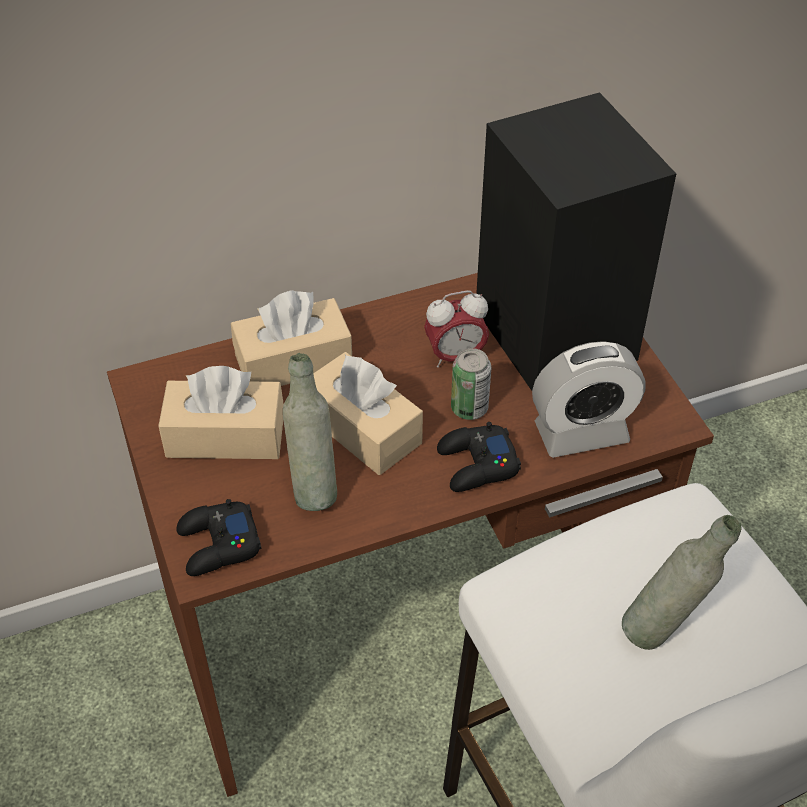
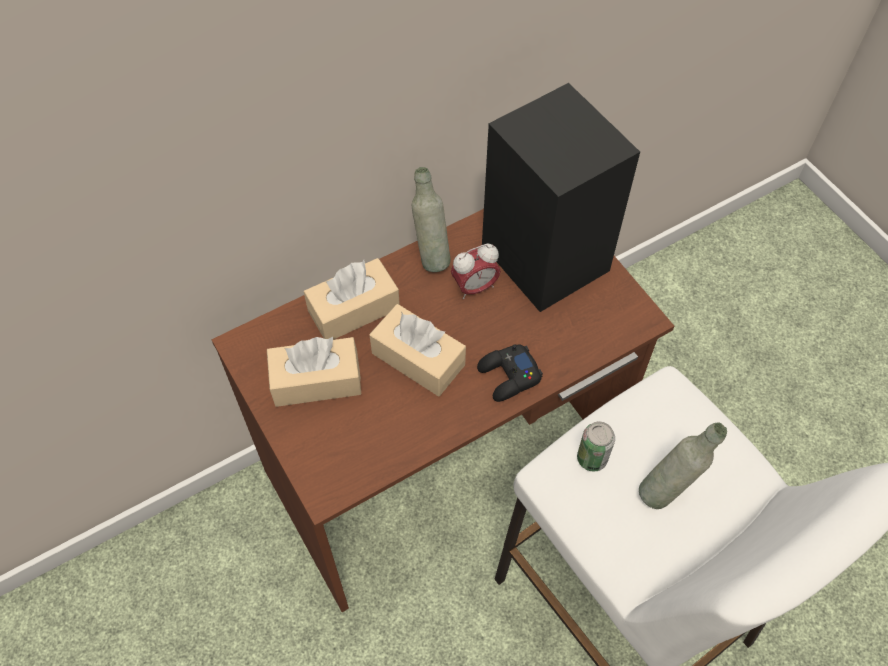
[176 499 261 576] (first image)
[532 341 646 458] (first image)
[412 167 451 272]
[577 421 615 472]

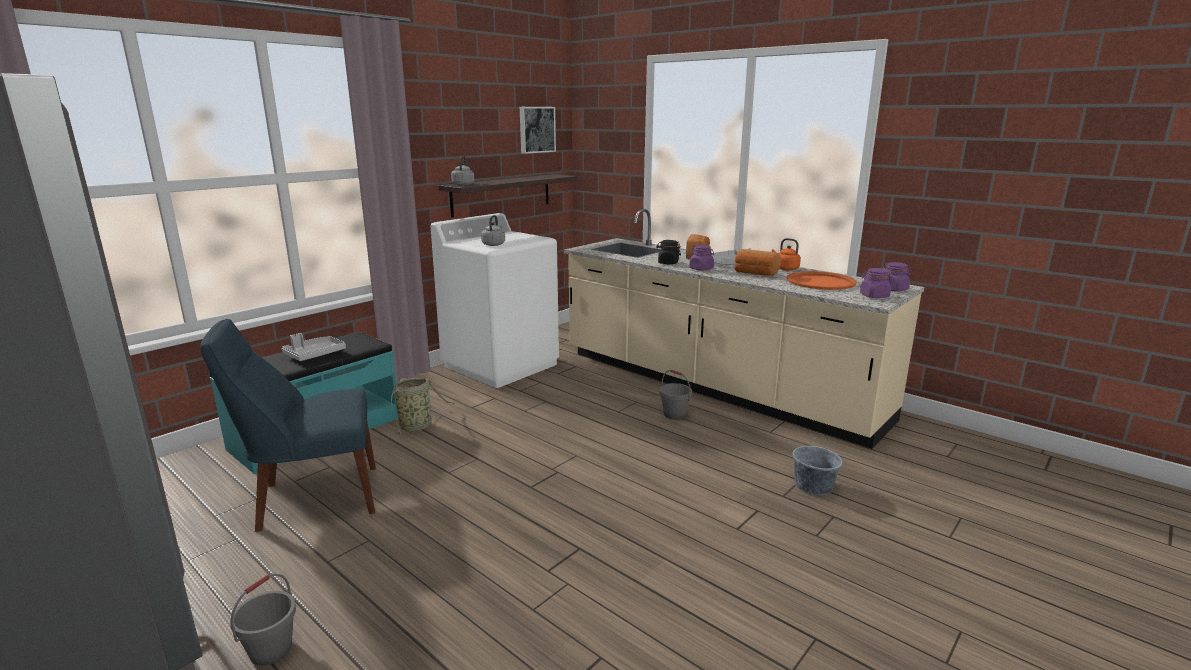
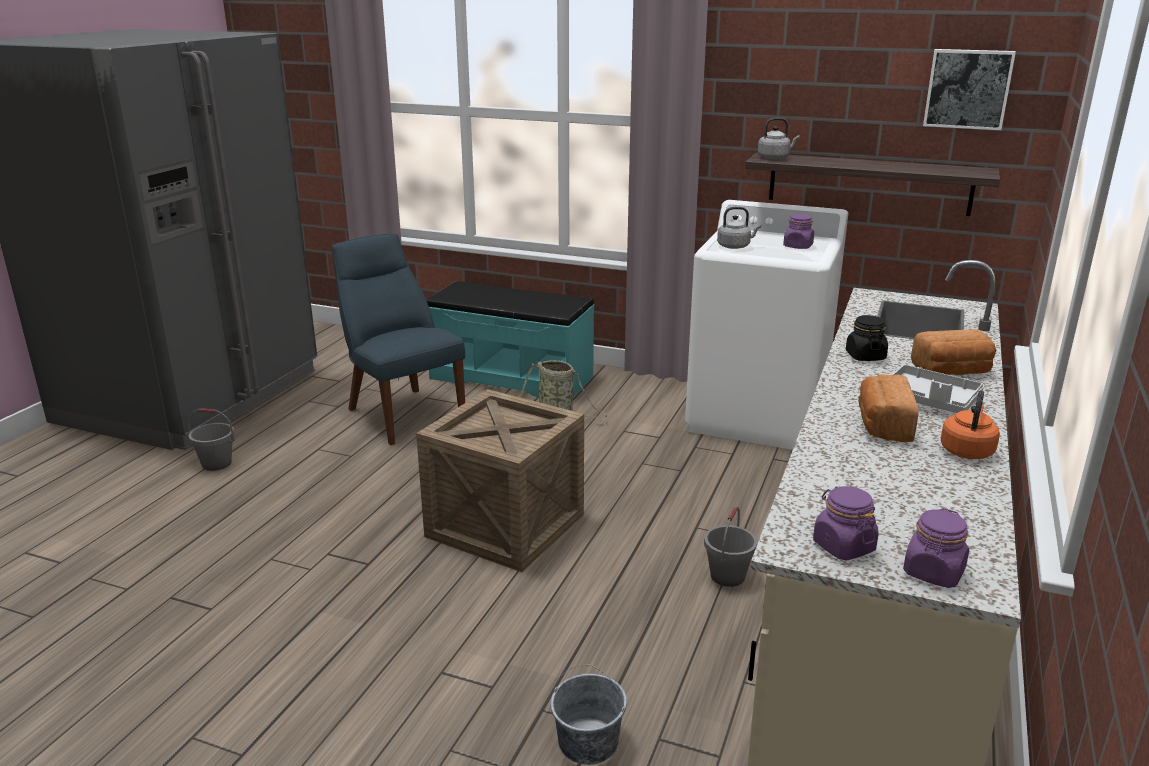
[282 333 346 361] (first image)
[786 271 857 290] (first image)
[416 389 584 572]
[783 214 814 249]

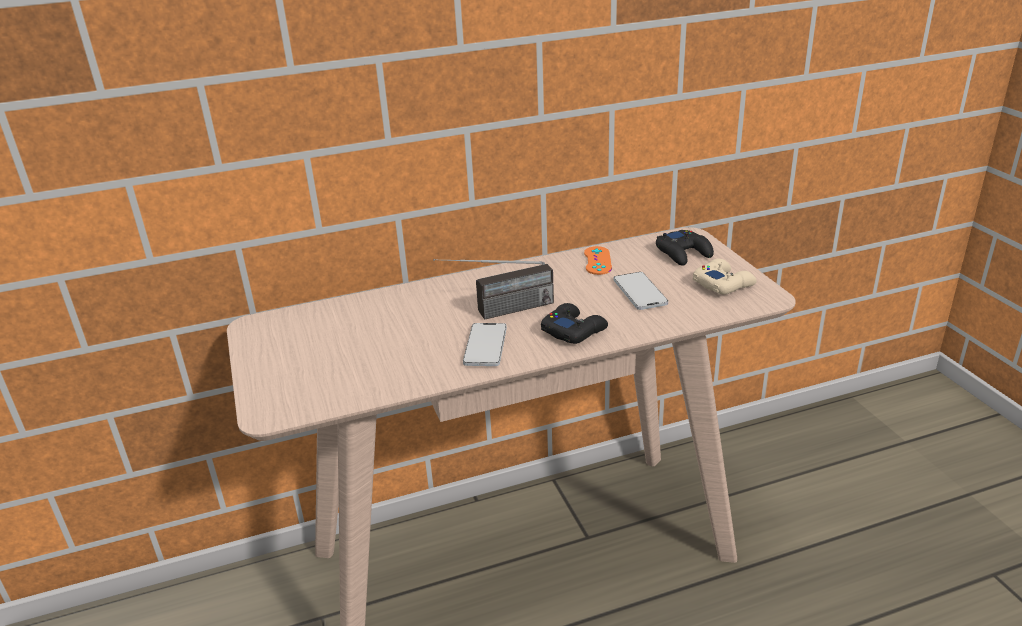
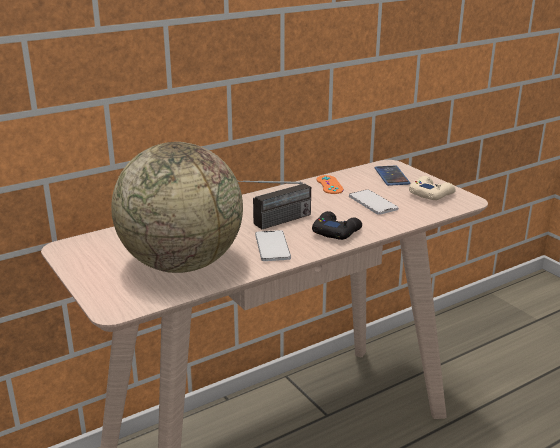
[111 142 243 273]
[375 165 410 186]

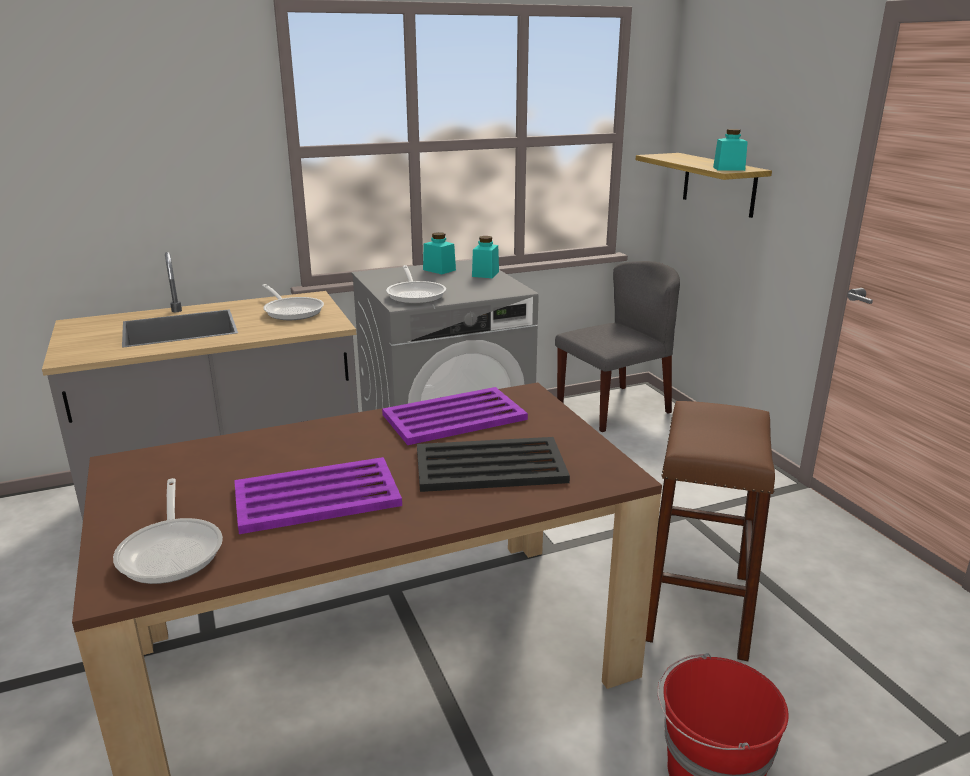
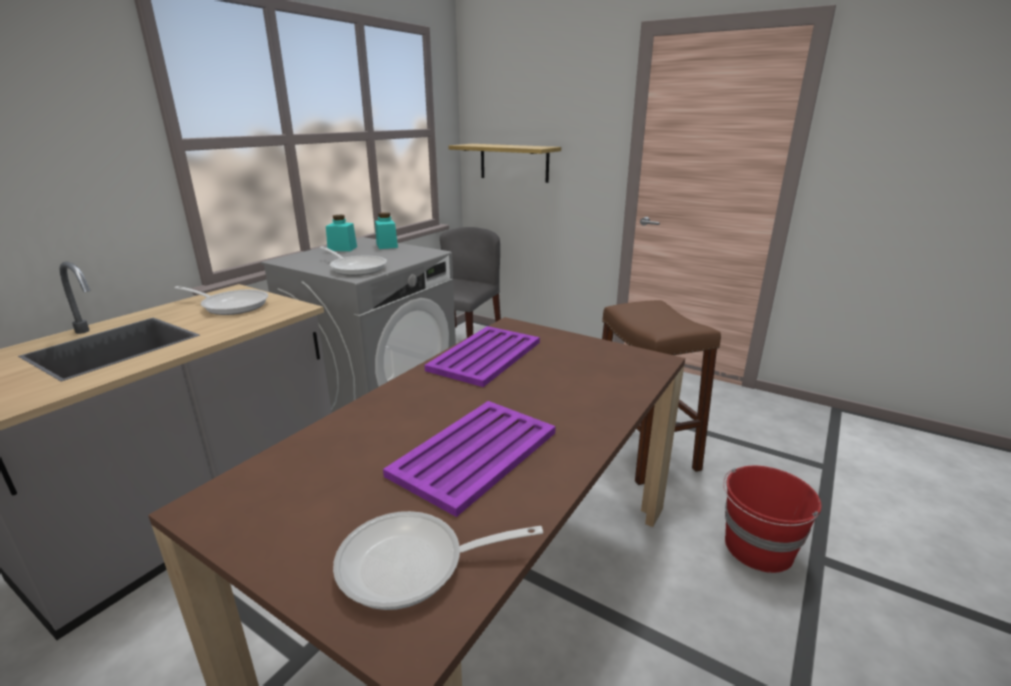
[417 437 570 492] (first image)
[713 129 748 171] (first image)
[333 511 543 610]

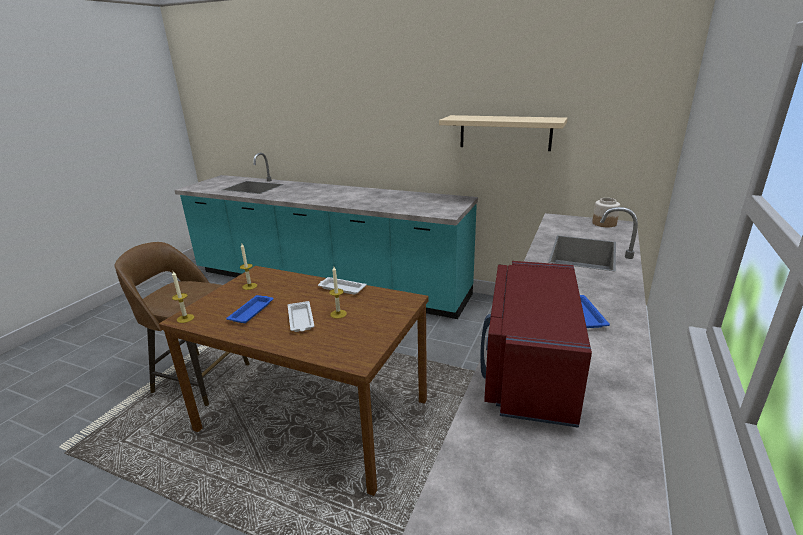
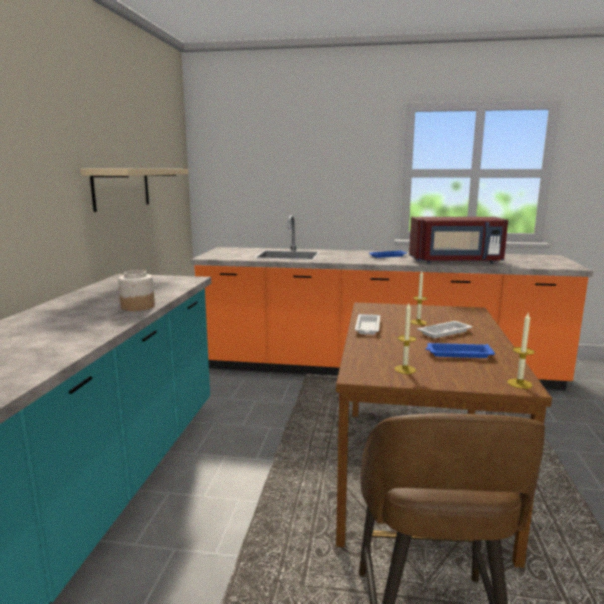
[118 270 155 311]

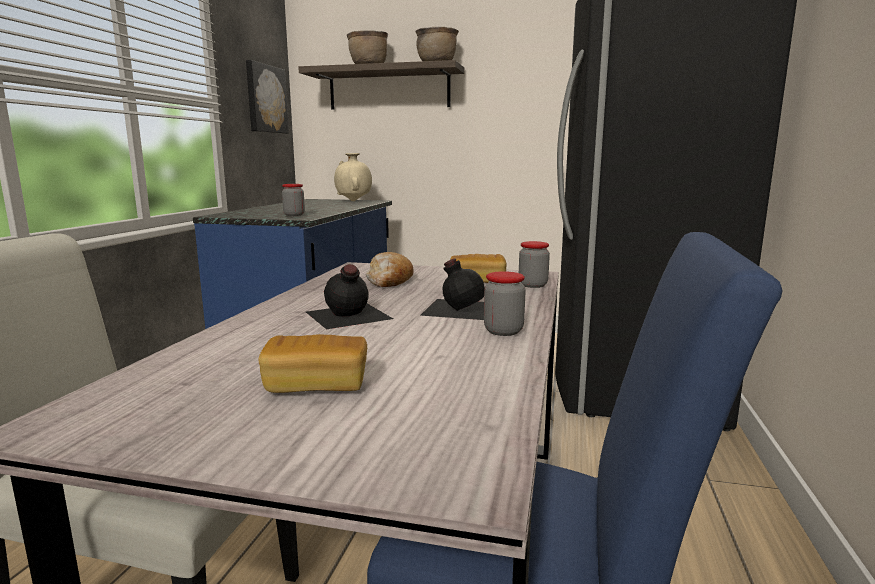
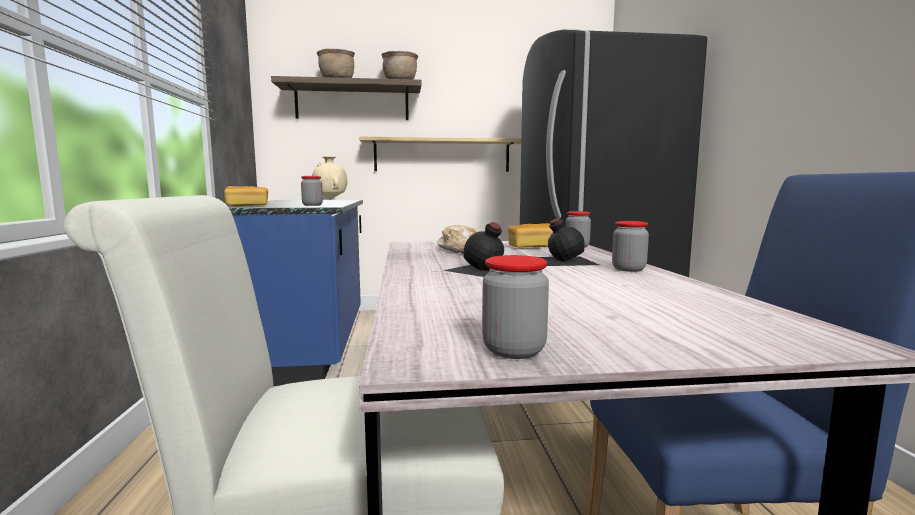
[246 60 289 134] (first image)
[359 137 521 172]
[482 255 549 359]
[224 186 268 206]

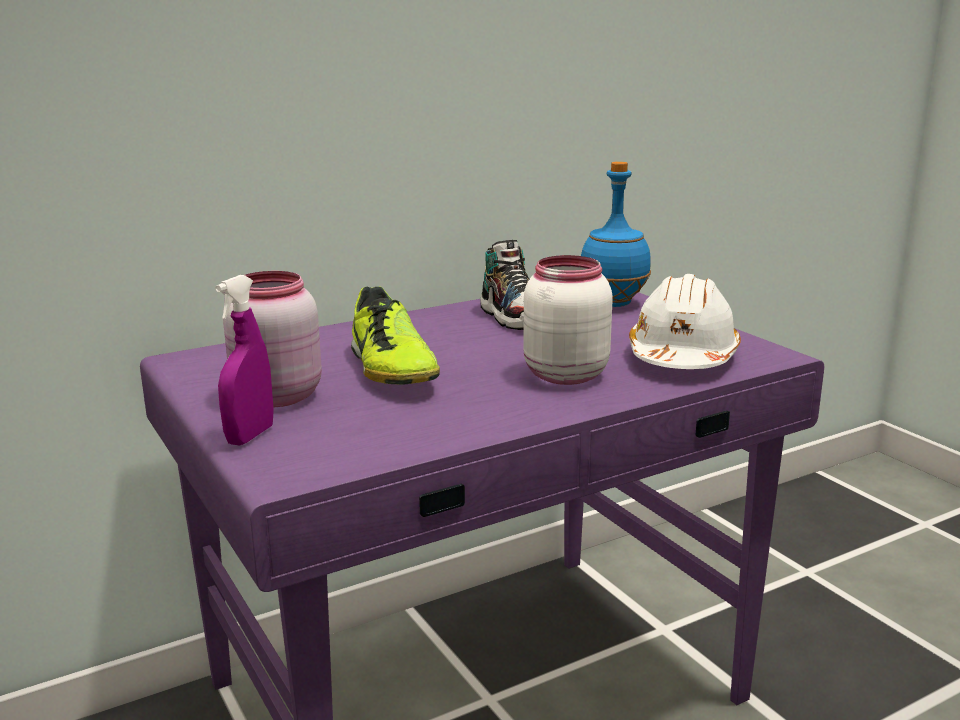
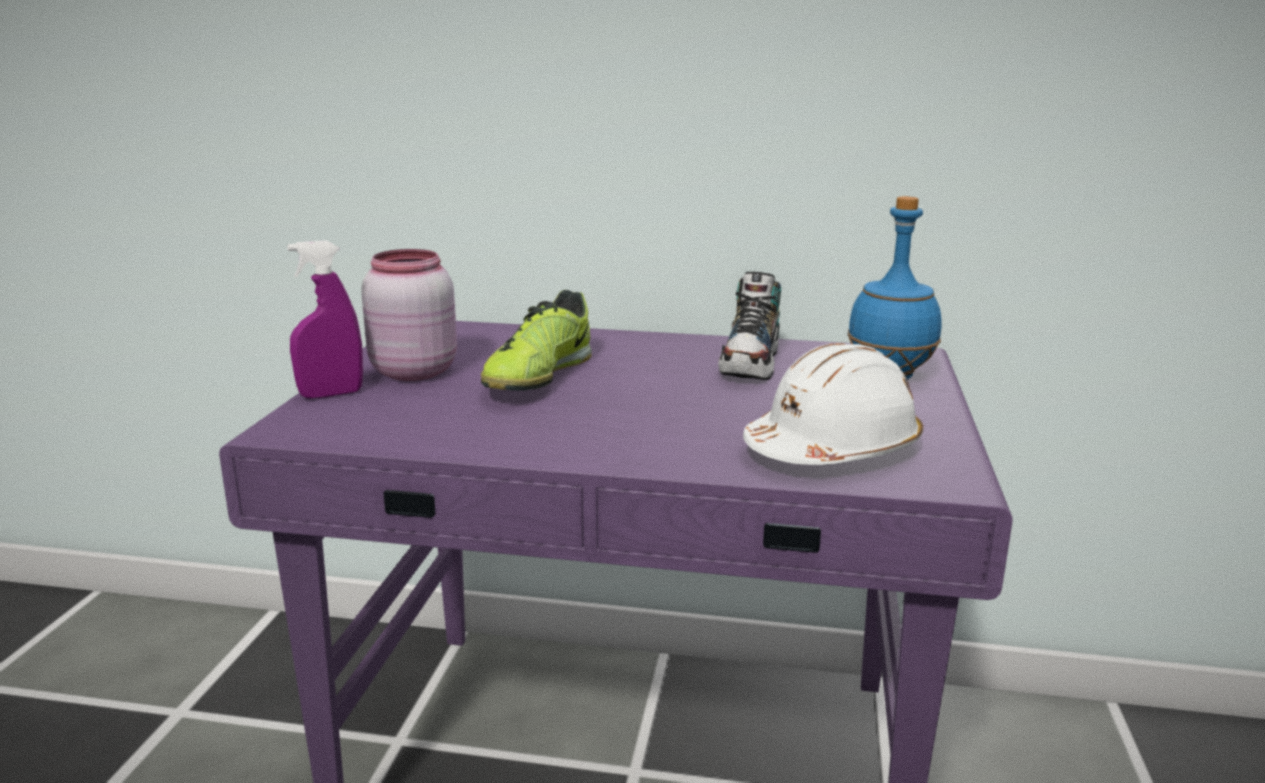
[523 255 613 385] (first image)

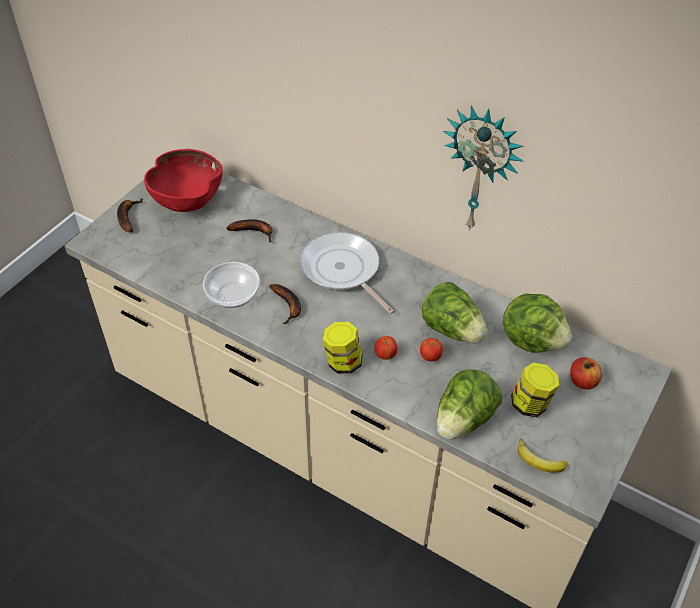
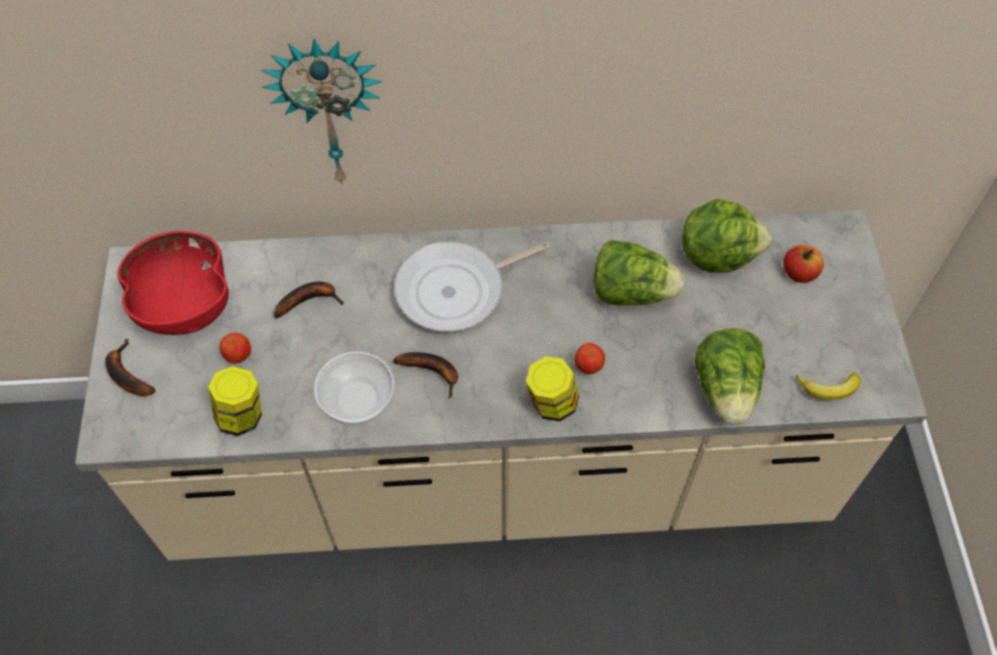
[220 333 251 363]
[261 39 382 185]
[208 366 262 436]
[394 241 550 332]

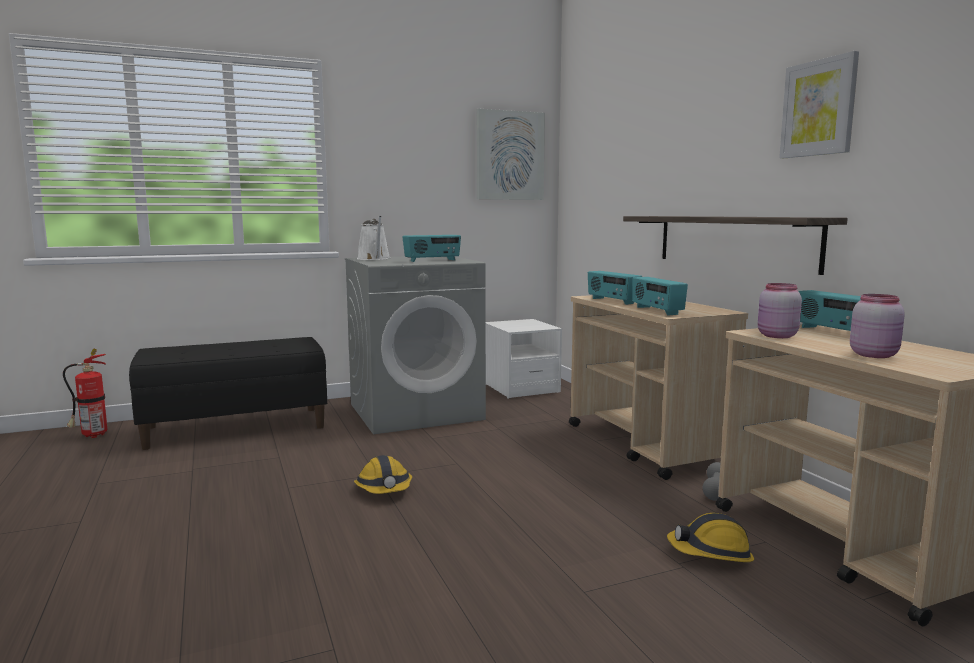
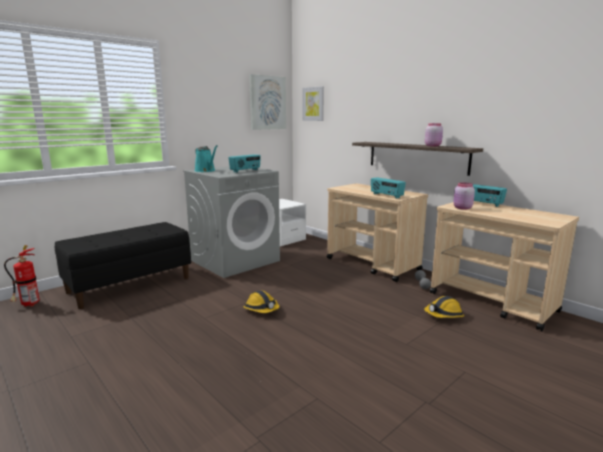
[588 271 642 305] (first image)
[303 86 324 121]
[425 123 443 146]
[194 145 217 172]

